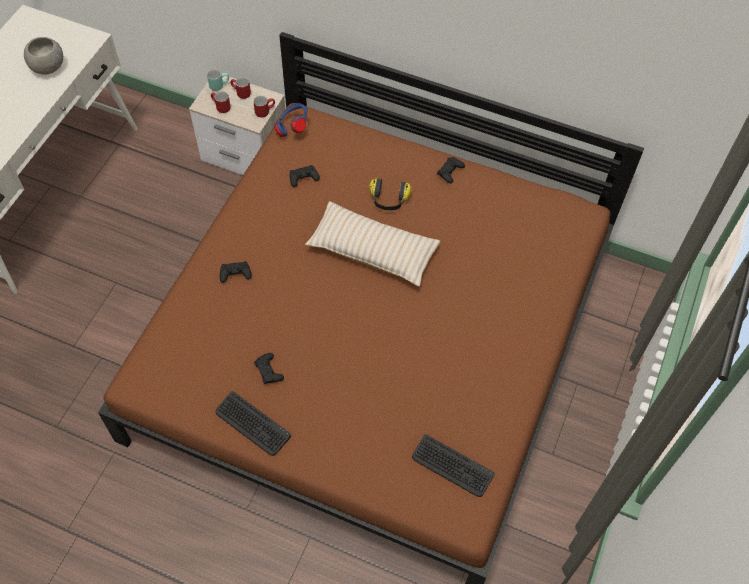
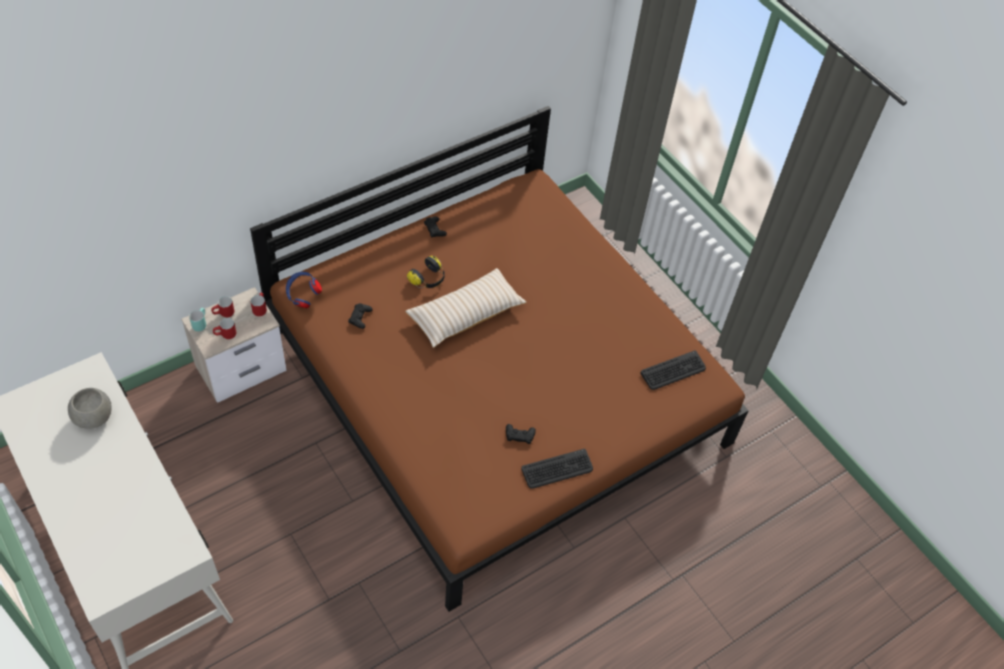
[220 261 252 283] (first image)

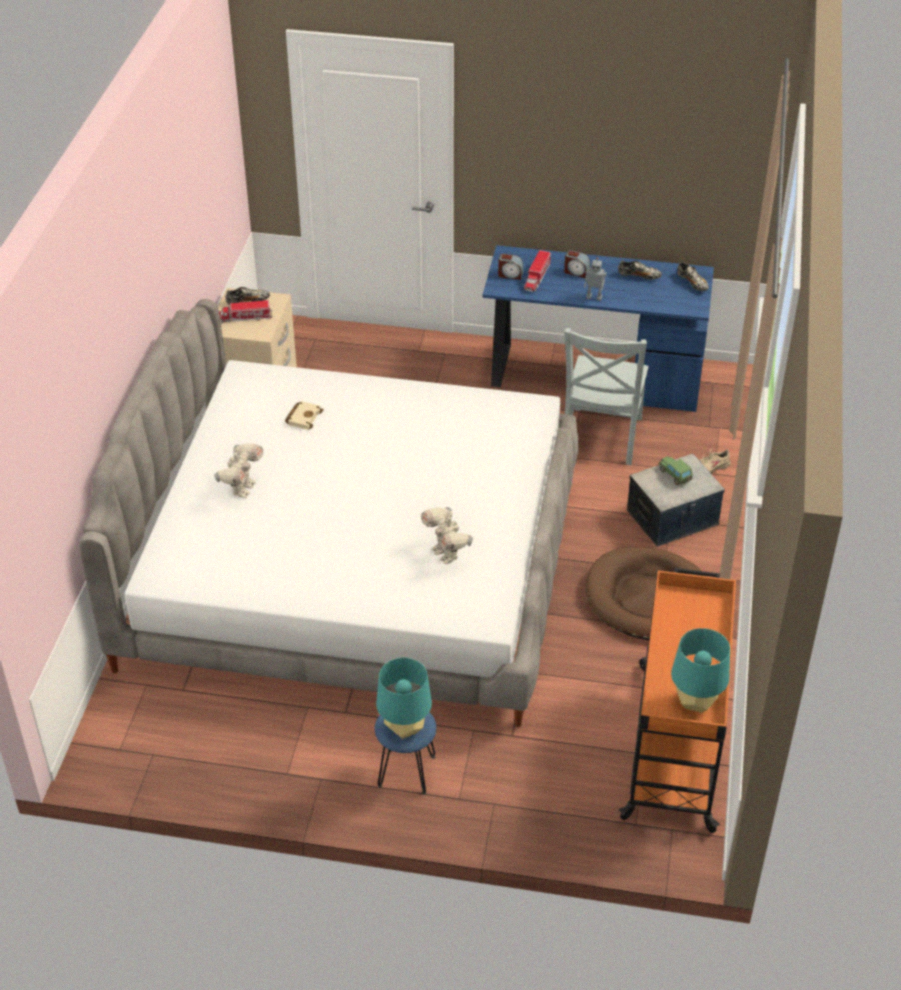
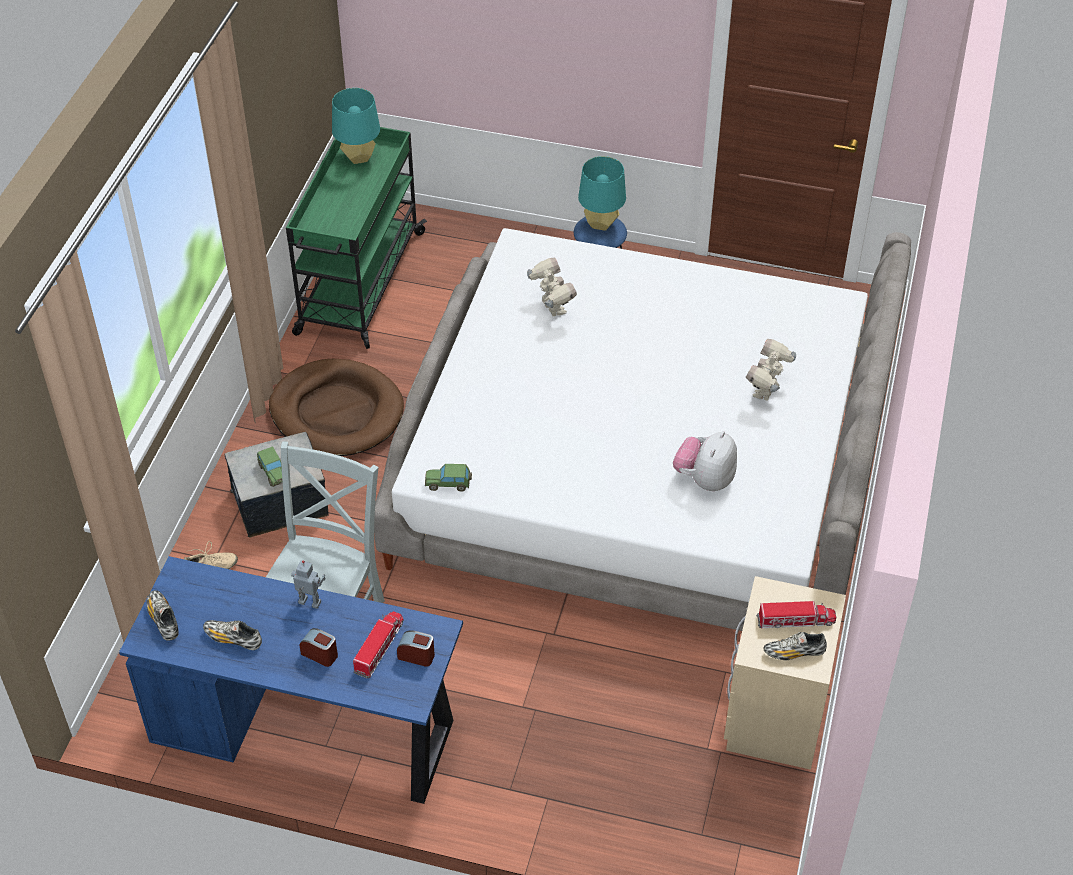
[425 464 472 492]
[673 431 737 491]
[286 127 427 349]

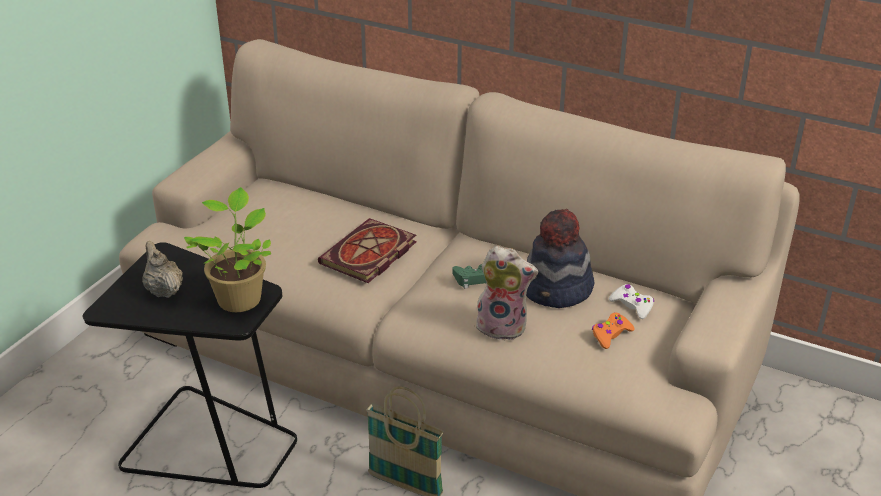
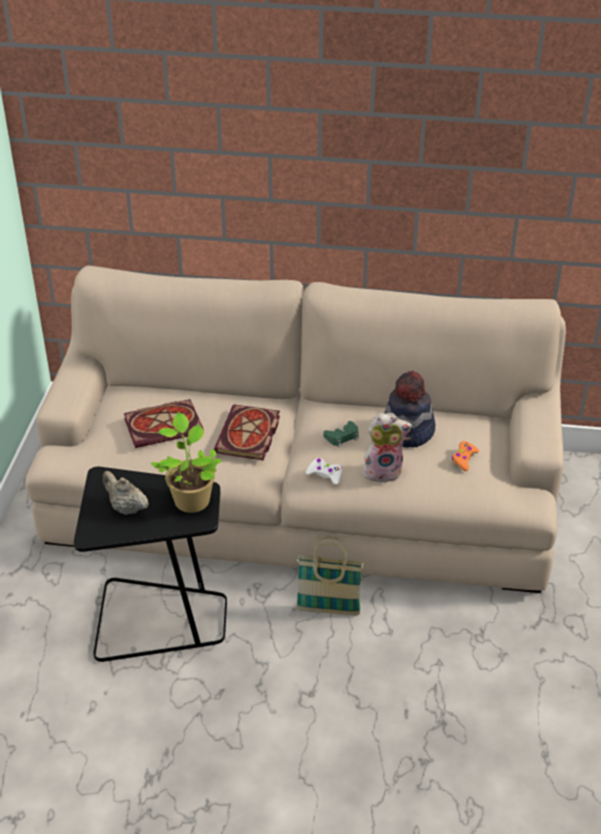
[124 399 204 448]
[306 458 342 485]

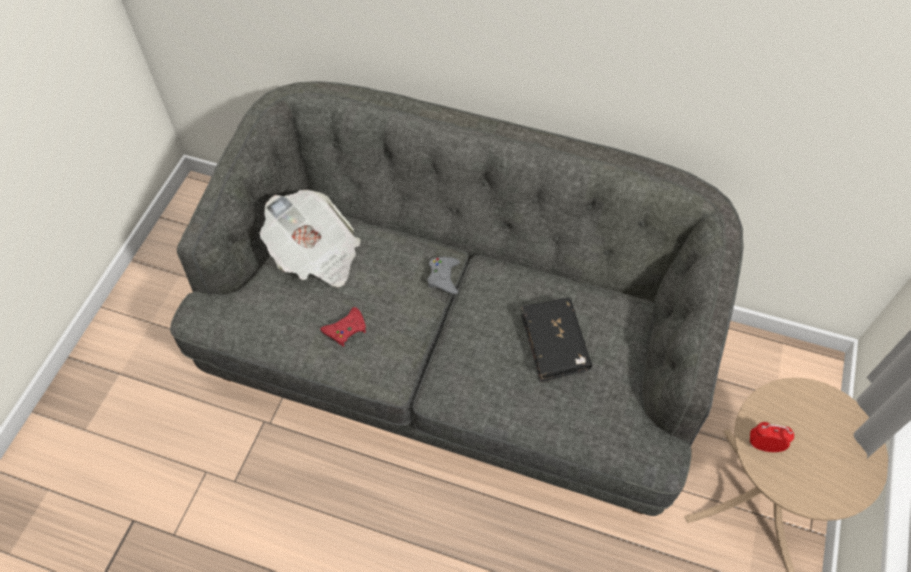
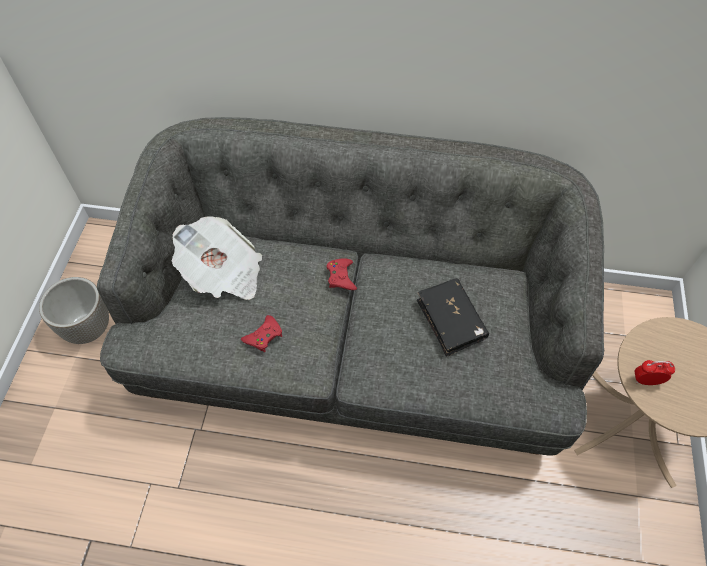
[39 277 109 344]
[327 258 357 290]

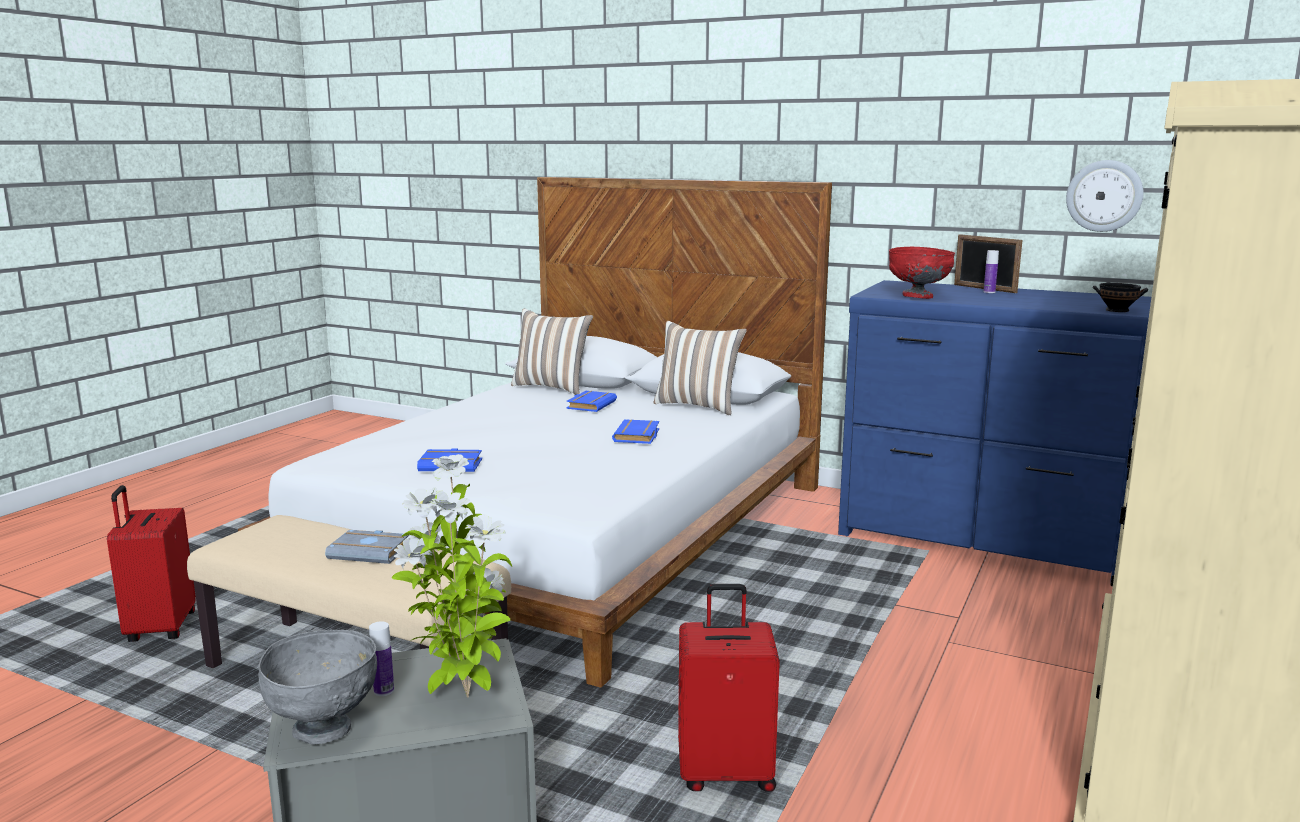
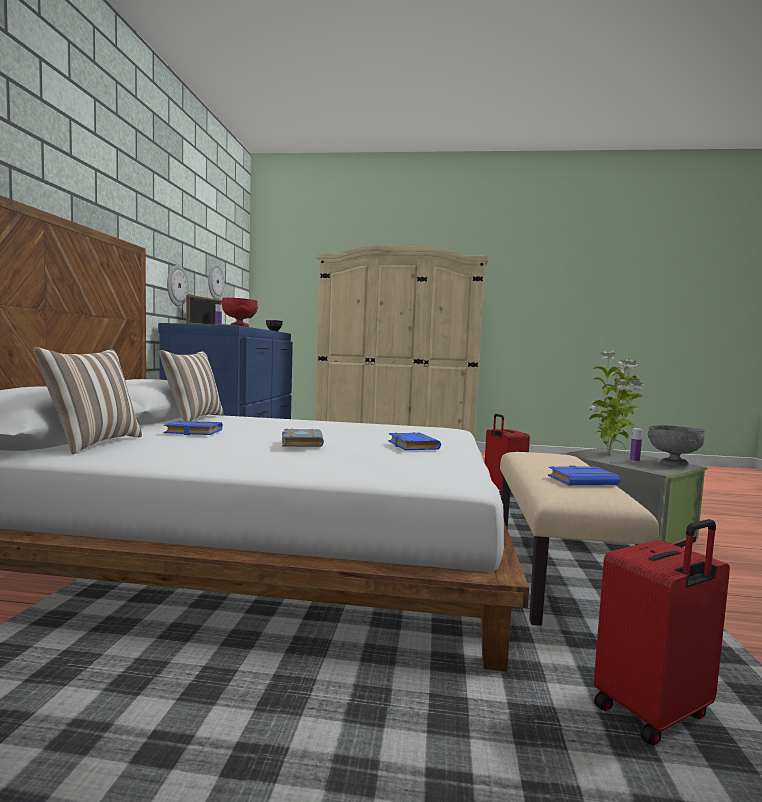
[167 265 189 306]
[282 428 324 447]
[548 466 620 485]

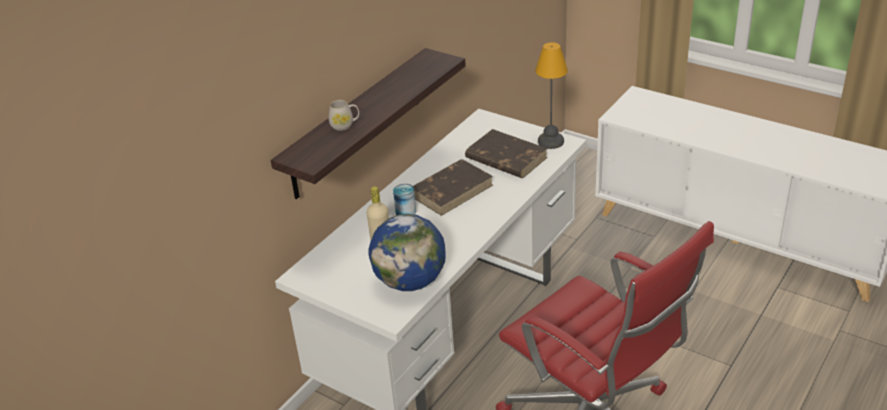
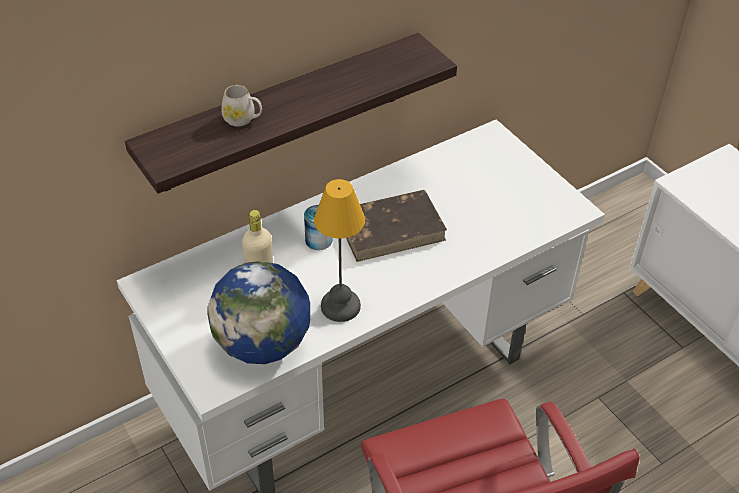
[465 129 548 178] (first image)
[314 179 365 322]

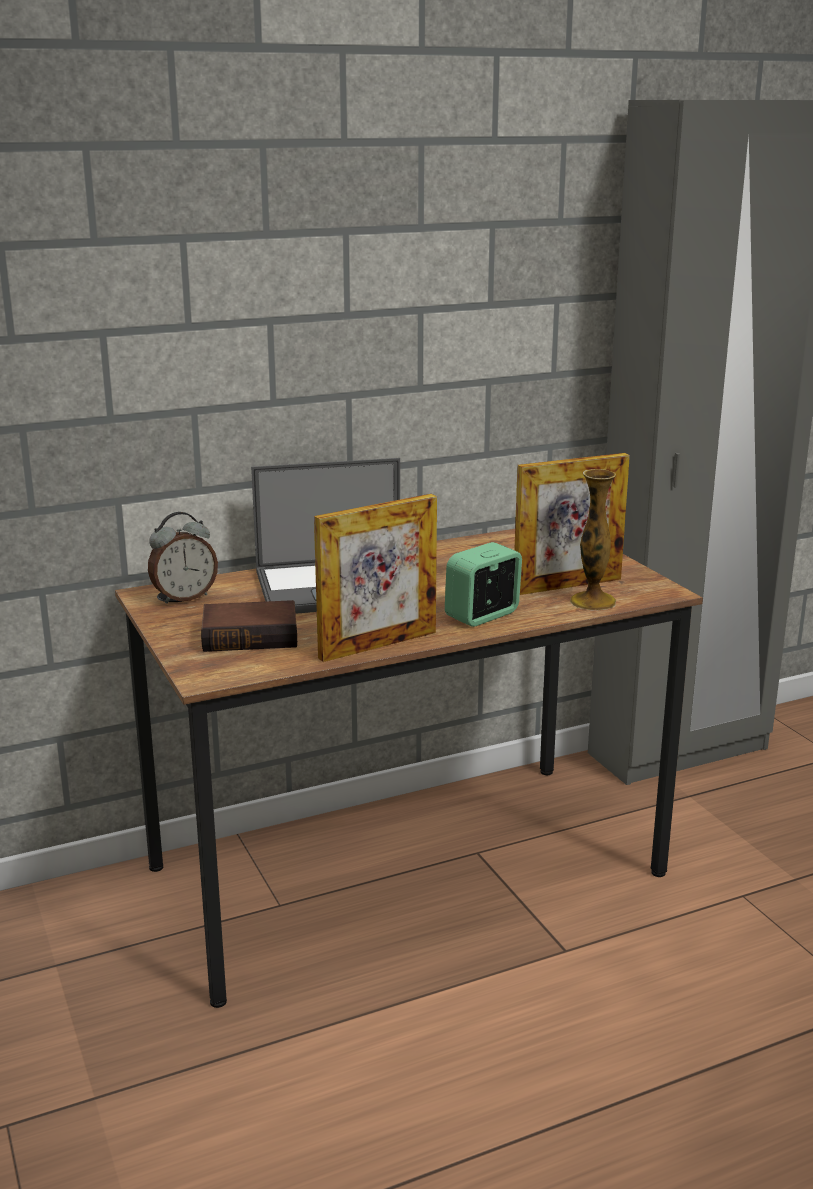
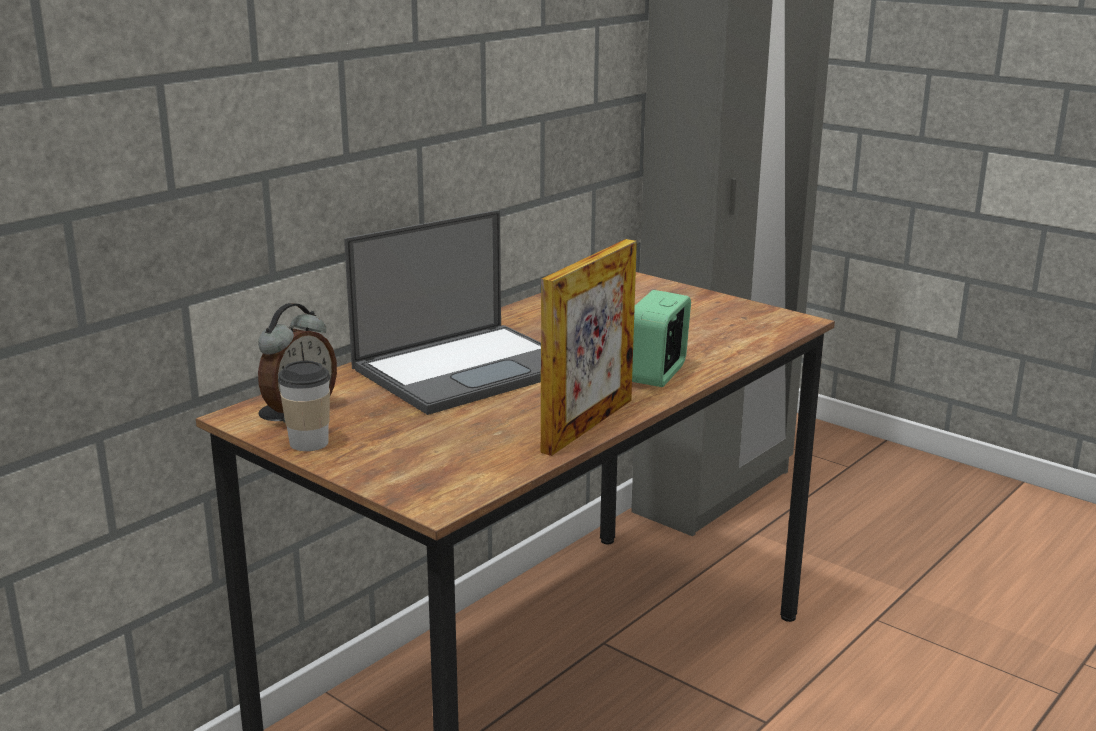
[201 600 297 652] (first image)
[514 453 630 595] (first image)
[570 469 616 611] (first image)
[278 361 330 451]

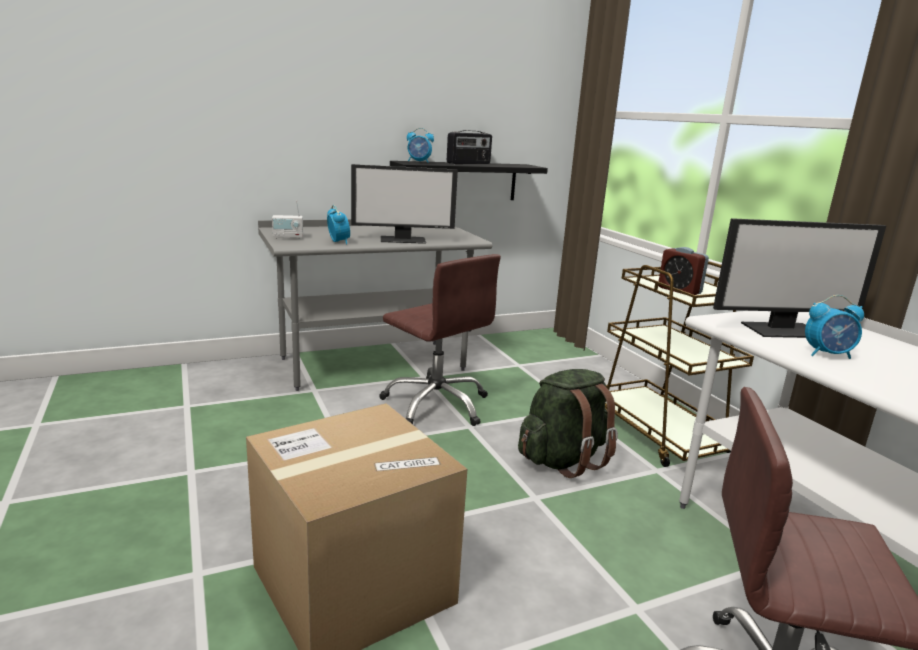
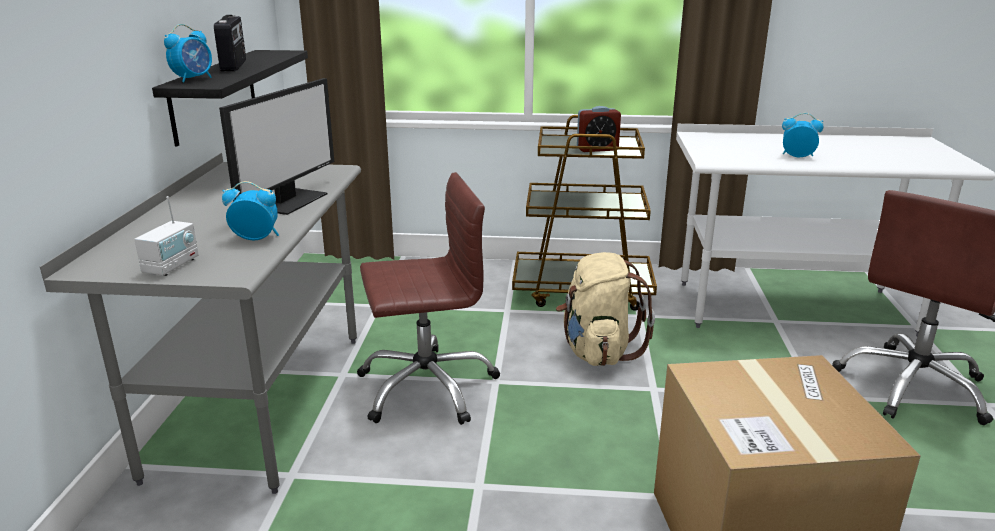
[713 218 886 338] (first image)
[556 252 655 366]
[782 113 823 157]

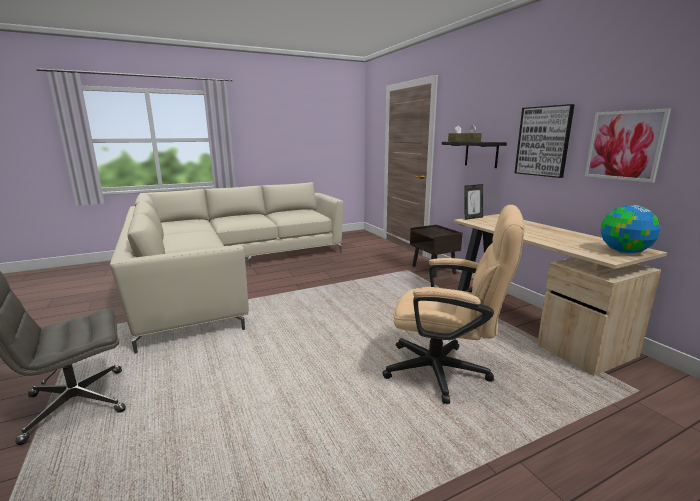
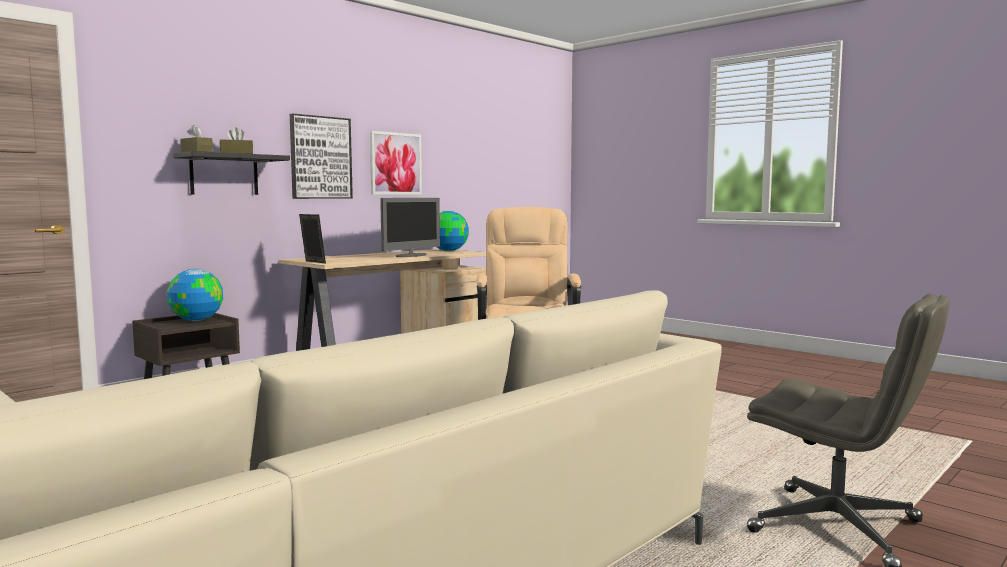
[167 269 223 321]
[380 198 440 257]

